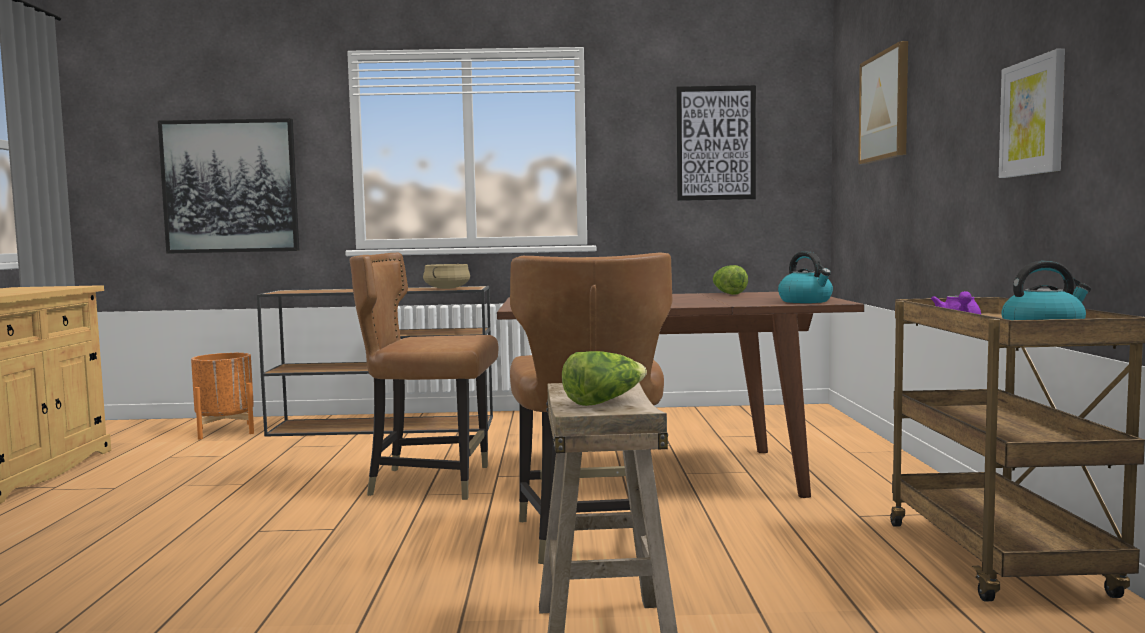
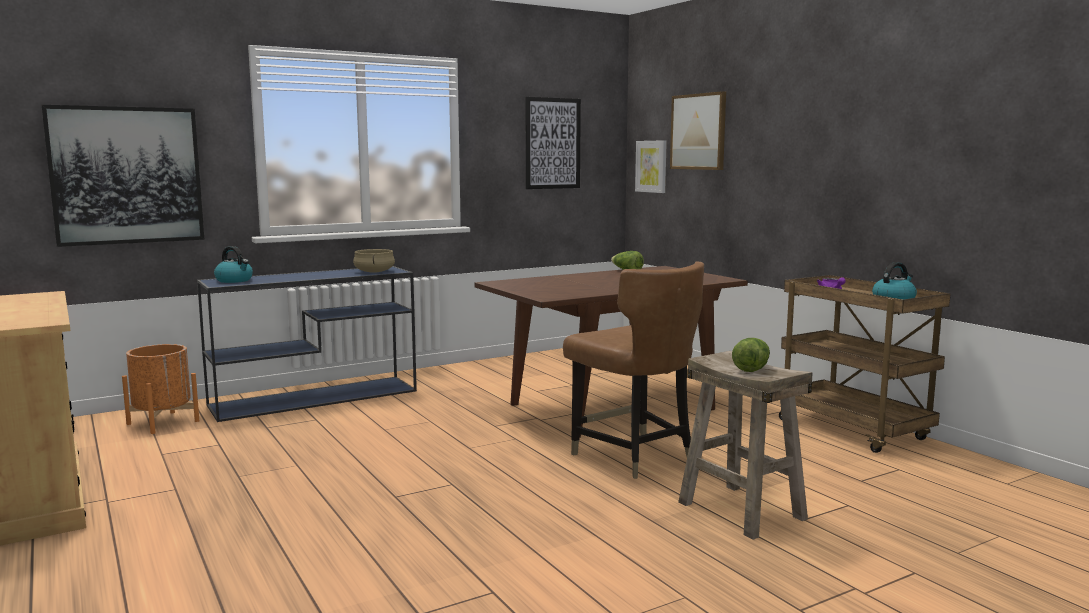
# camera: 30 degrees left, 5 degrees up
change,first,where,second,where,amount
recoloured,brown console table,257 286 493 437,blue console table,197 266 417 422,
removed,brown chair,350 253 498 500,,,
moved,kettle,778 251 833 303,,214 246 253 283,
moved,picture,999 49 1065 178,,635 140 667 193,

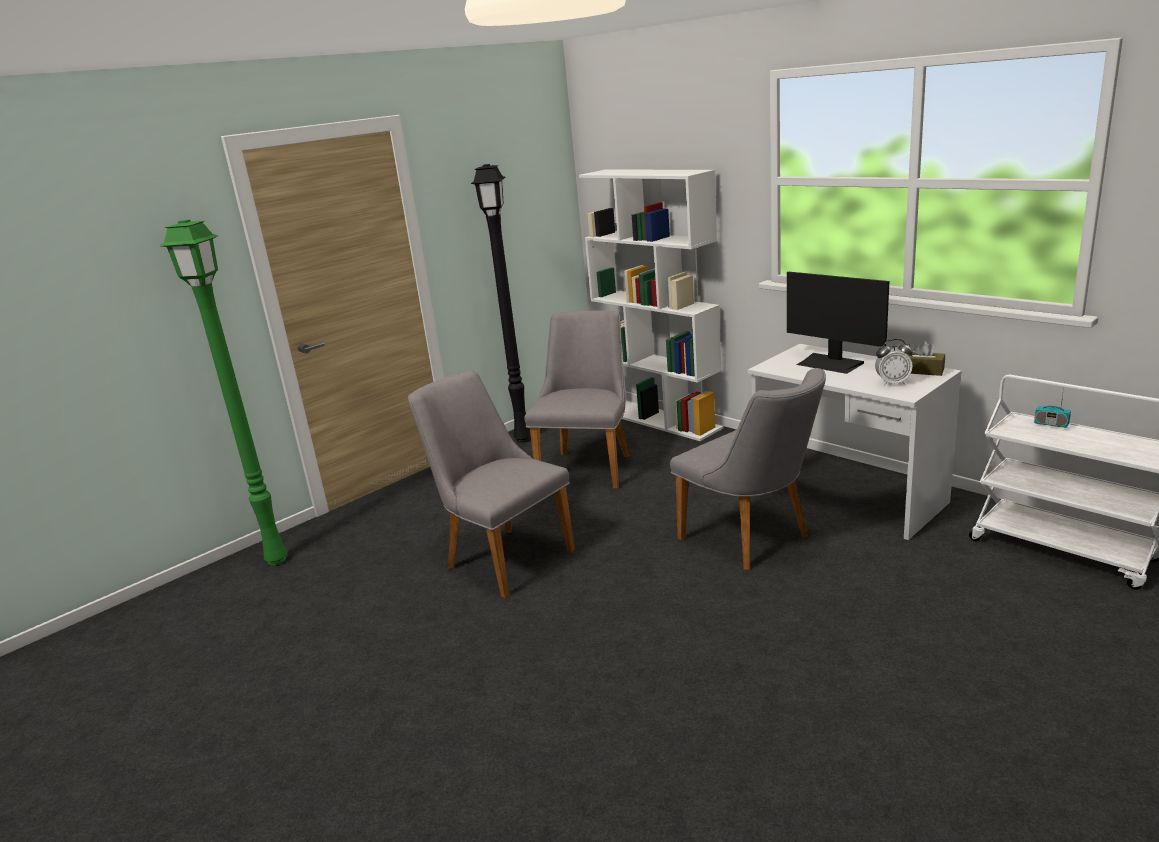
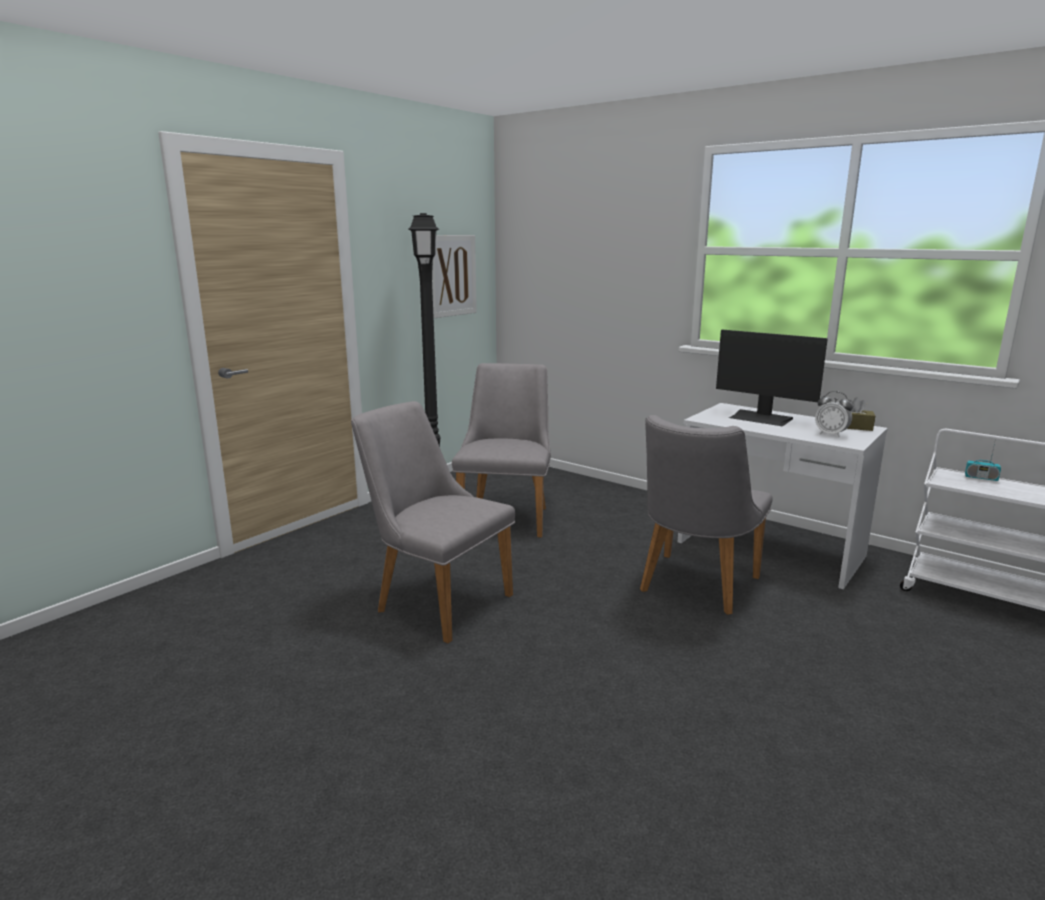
# camera: 10 degrees left, 5 degrees down
change,first,where,second,where,amount
removed,green floor lamp,160 220 288 565,,,
removed,white bookcase,579 169 723 441,,,
turned,grey chair,670 368 826 570,,640 415 773 615,75 degrees clockwise
turned,alarm clock,875 339 913 386,,815 391 853 437,45 degrees clockwise
added,,,picture,432 235 477 318,

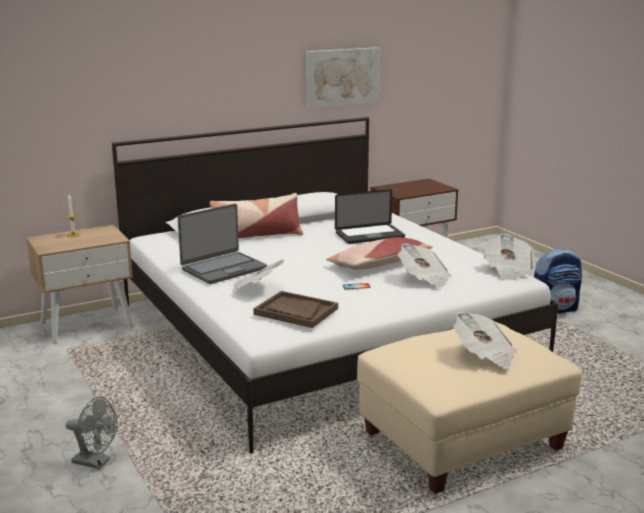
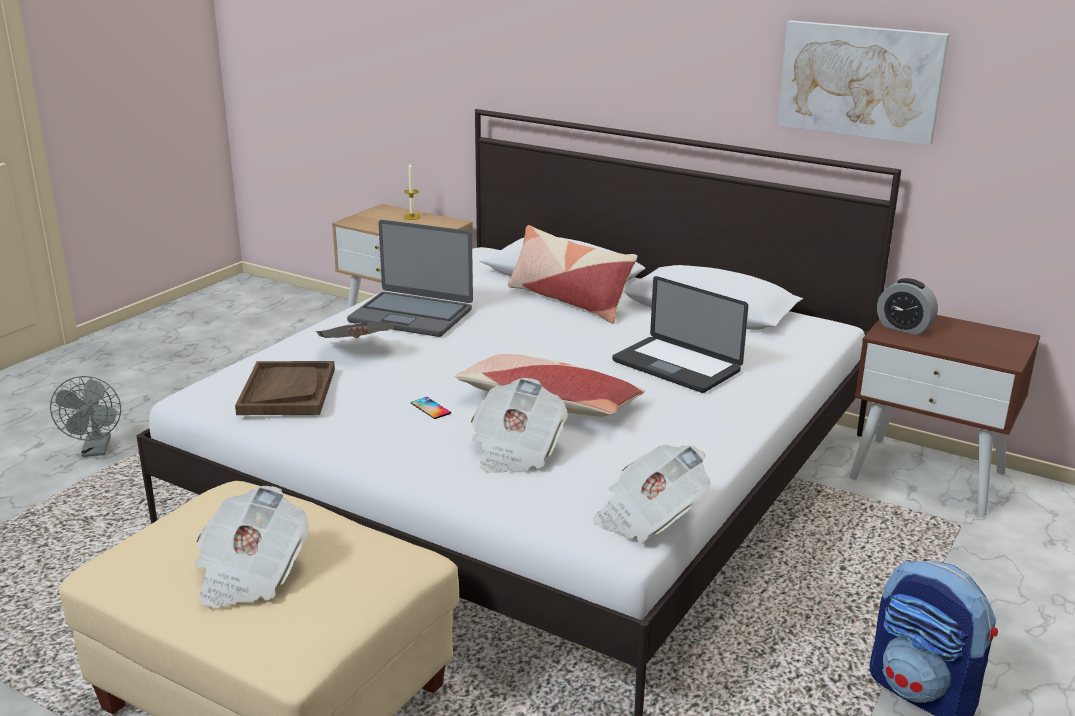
# camera: 60 degrees right, 5 degrees up
change,first,where,second,where,amount
added,,,alarm clock,877 278 938 335,

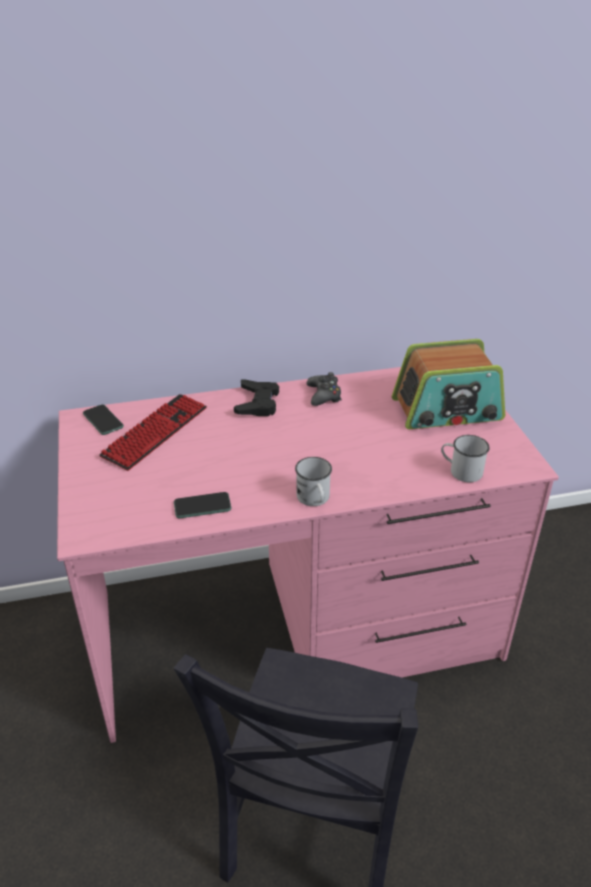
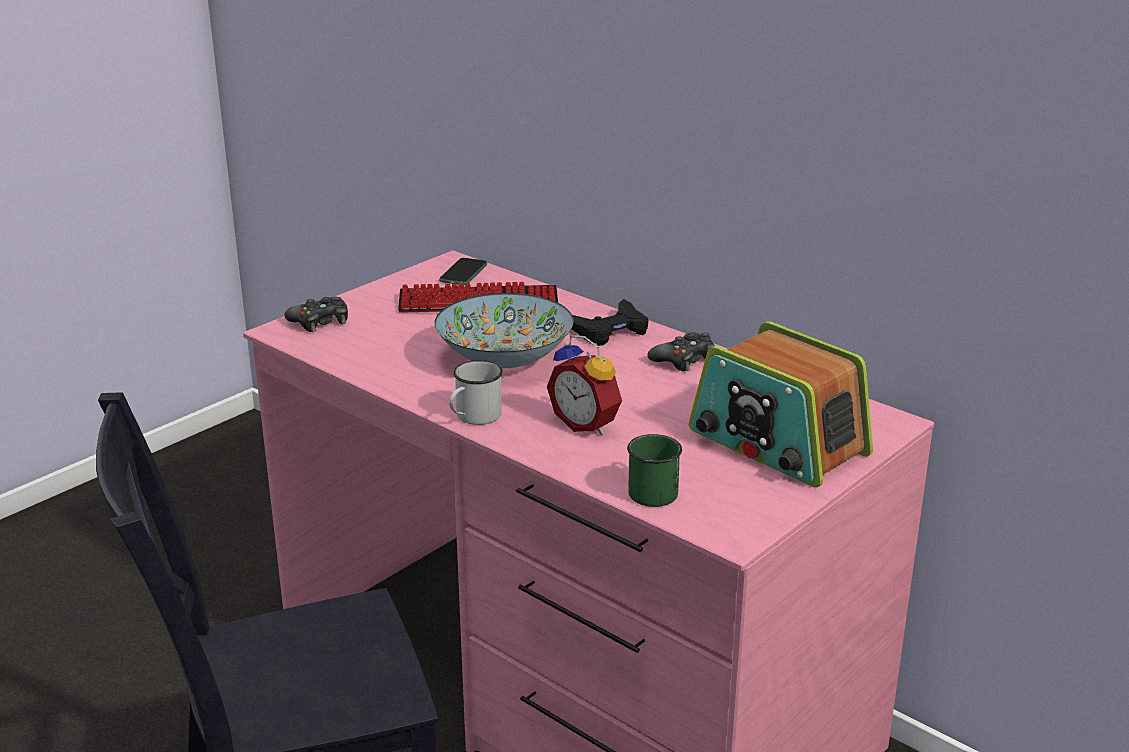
# camera: 55 degrees right, 10 degrees down
change,first,where,second,where,amount
removed,phone,174 492 231 518,,,
recoloured,white mug,441 435 490 482,green mug,627 434 682 507,
added,,,black game controller,284 297 348 332,
added,,,bowl,434 293 574 368,
added,,,alarm clock,547 335 622 435,

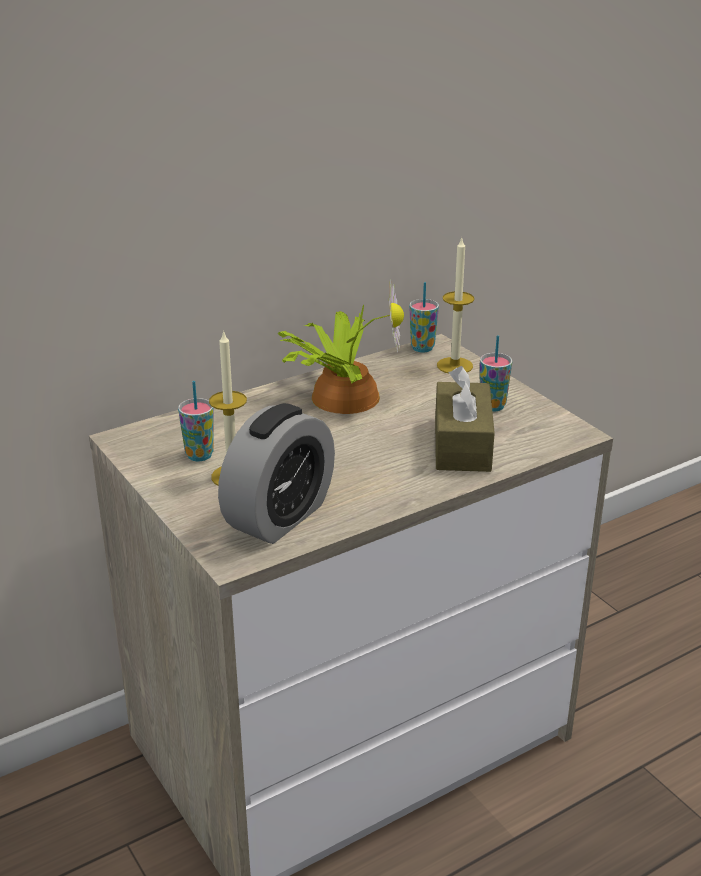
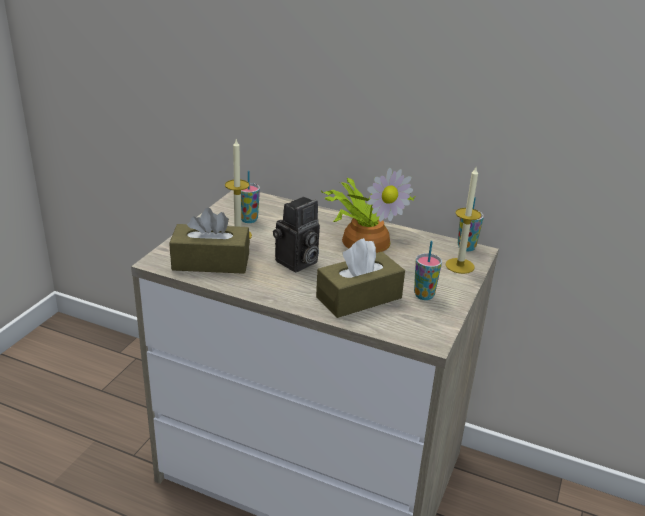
# camera: 55 degrees right, 0 degrees up
change,first,where,second,where,amount
replaced,alarm clock,218 403 335 544,brown tissue box,169 208 250 274,
added,,,photo camera,273 196 320 272,

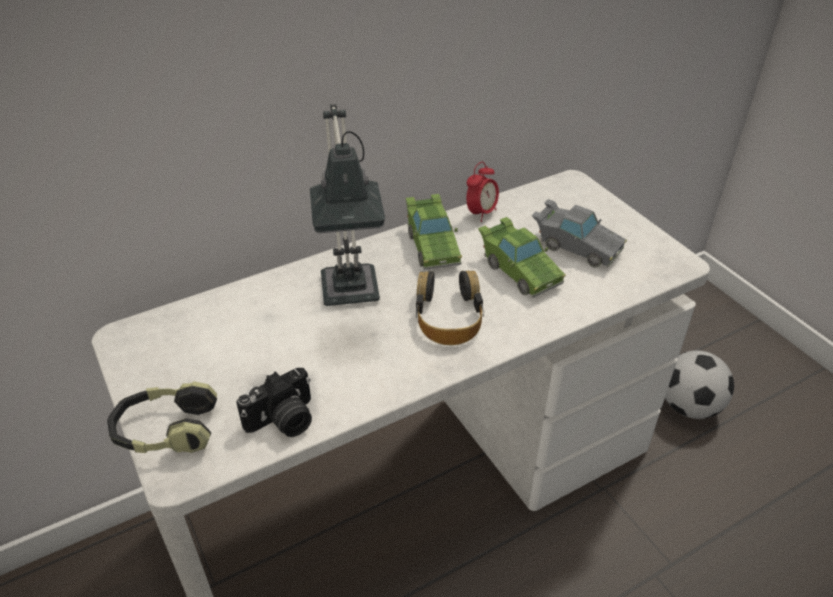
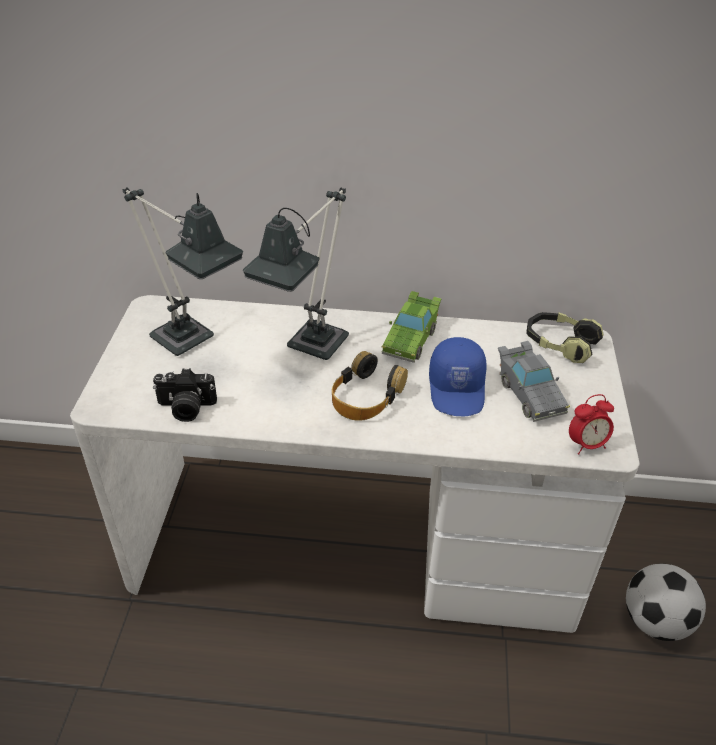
# camera: 35 degrees right, 0 degrees up
change,first,where,second,where,amount
moved,headphones,107 381 217 453,,526 312 604 363,
moved,alarm clock,466 162 499 222,,569 394 614 454,
replaced,green toy car,478 217 566 298,blue cap,429 337 487 416,
added,,,table lamp,122 187 243 356,

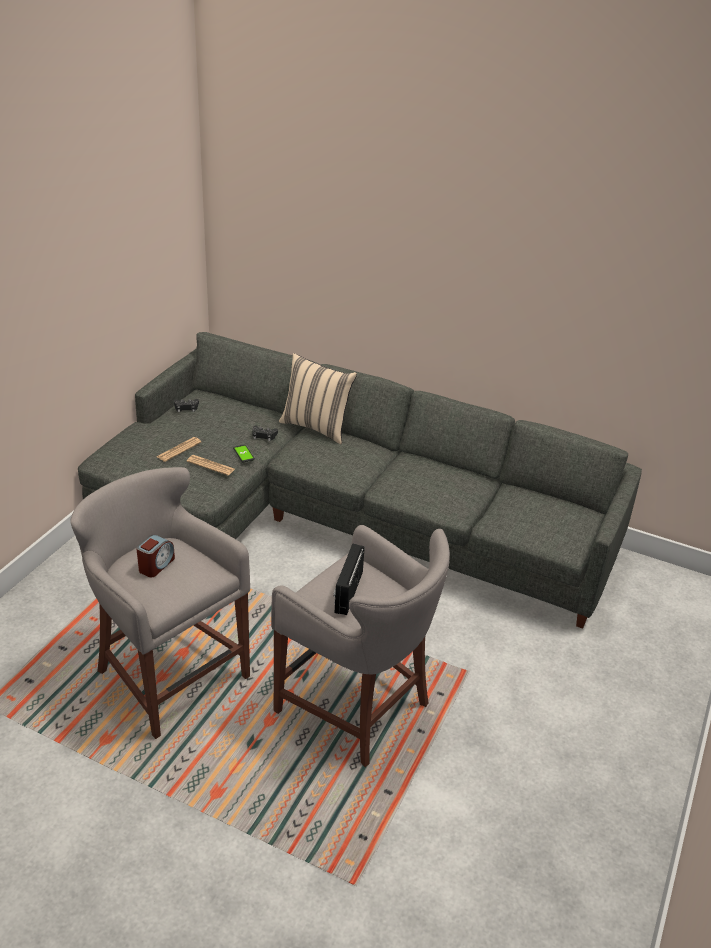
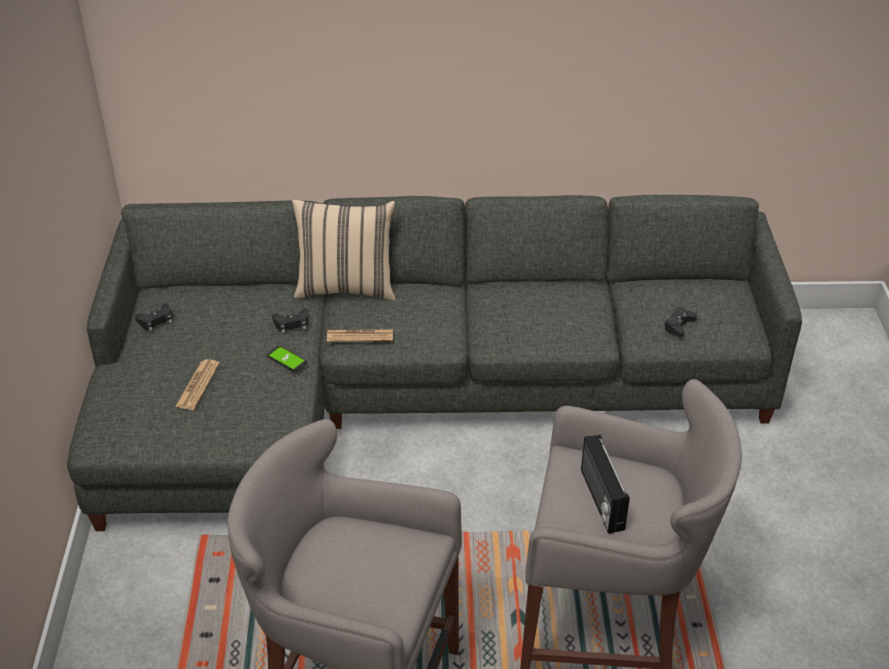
# camera: 25 degrees left, 5 degrees up
change,first,where,second,where,amount
removed,alarm clock,136 535 175 577,,,
moved,newspaper,187 455 235 476,,327 329 393 342,
added,,,black game controller,664 307 697 337,

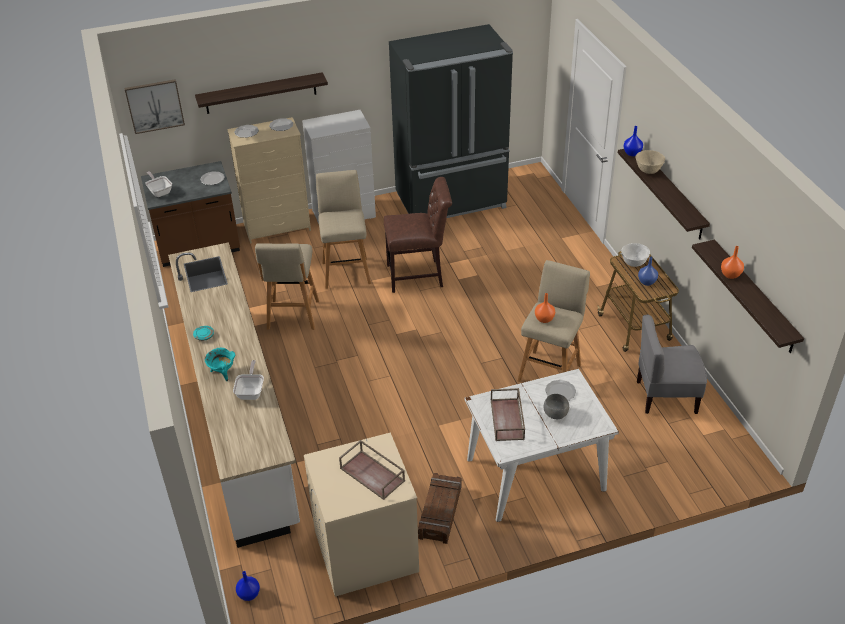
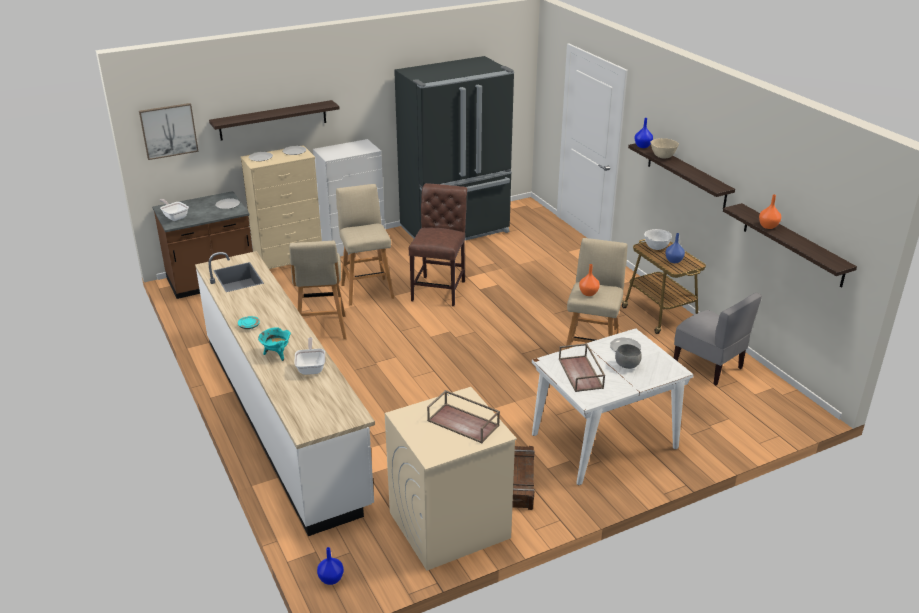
# camera: 10 degrees left, 10 degrees down
change,first,where,second,where,amount
turned,brown chair,384 177 452 293,,409 183 467 306,60 degrees counterclockwise
turned,grey chair,637 315 707 414,,674 293 762 385,120 degrees counterclockwise

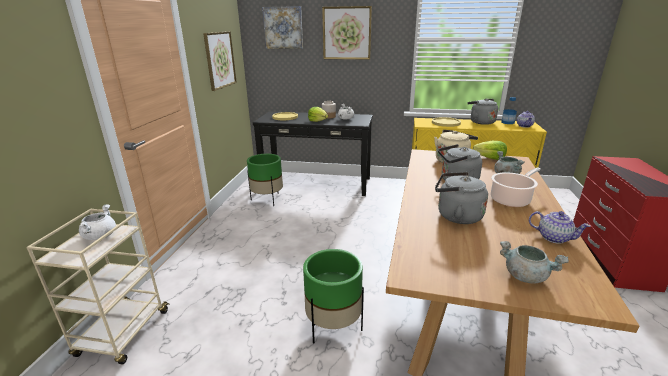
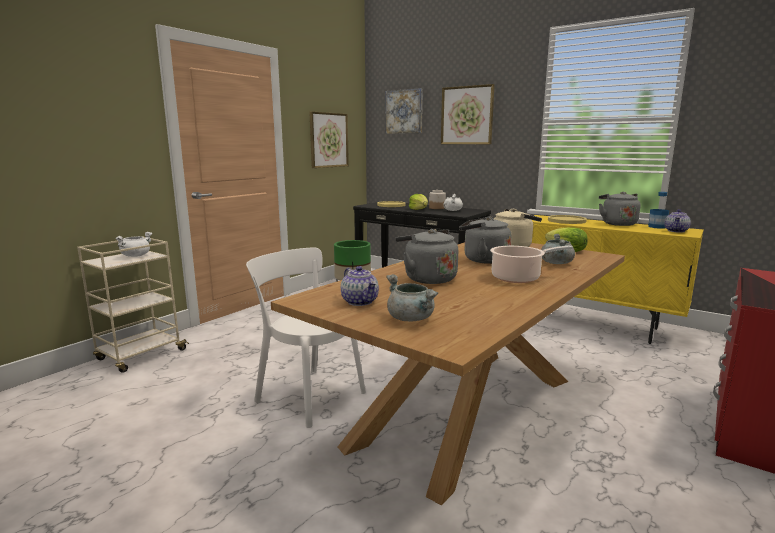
# camera: 25 degrees right, 10 degrees down
change,first,where,second,where,amount
replaced,green planter,303 249 364 344,white chair,246 247 366 428,
moved,teapot,529 211 590 244,,341 266 379 306,

